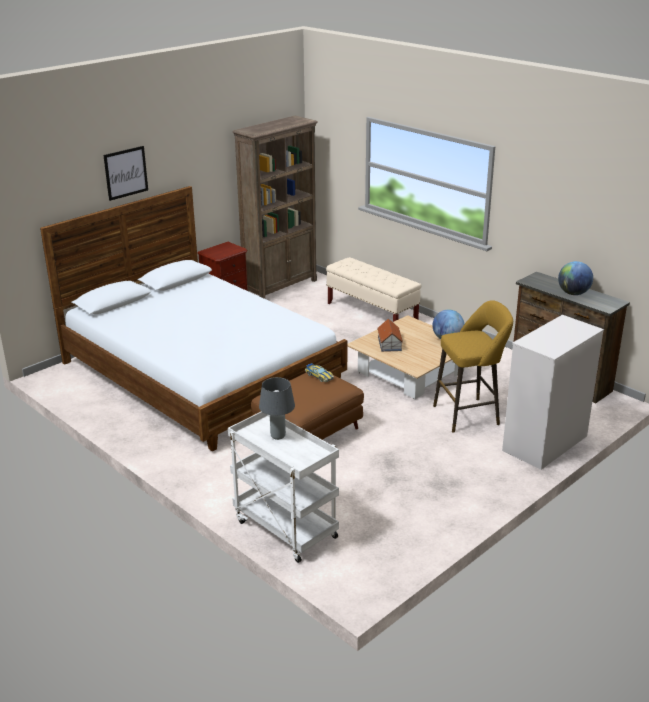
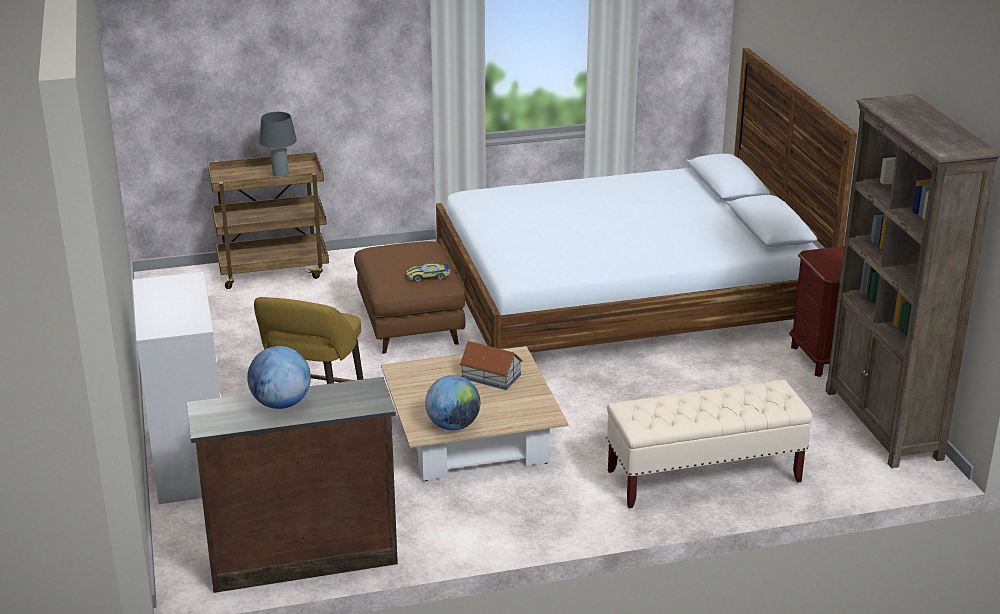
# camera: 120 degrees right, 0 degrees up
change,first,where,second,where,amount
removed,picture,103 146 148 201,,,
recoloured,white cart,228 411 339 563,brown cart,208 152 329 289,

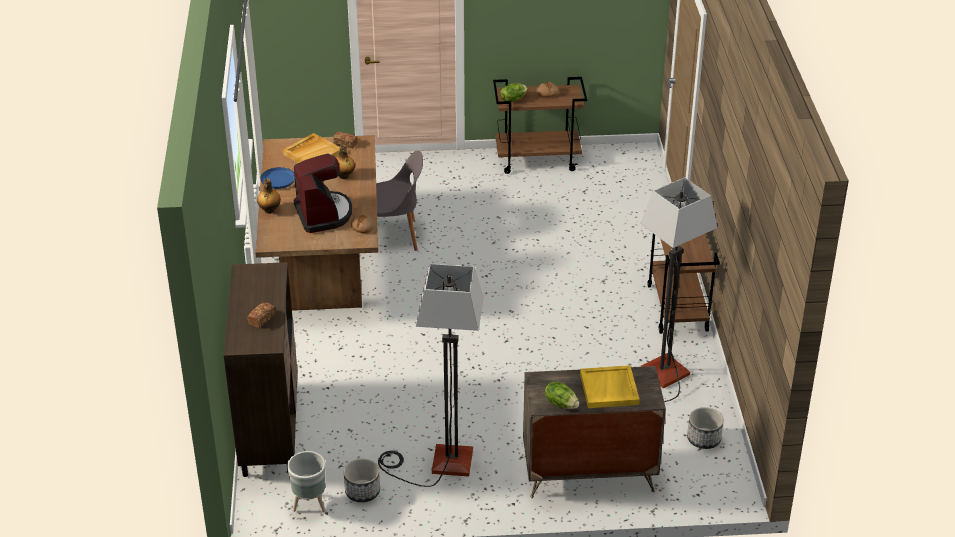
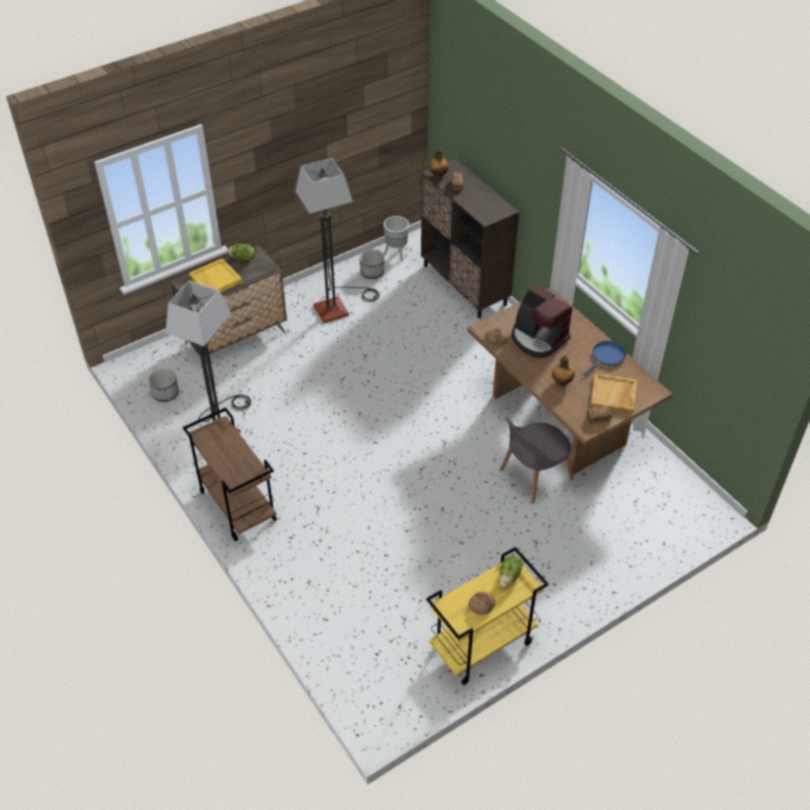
# camera: 150 degrees right, 10 degrees up
change,first,where,second,where,amount
moved,bottle,257 179 281 214,,429 148 449 179,
recoloured,brown cart,493 77 587 174,yellow cart,426 547 549 685,

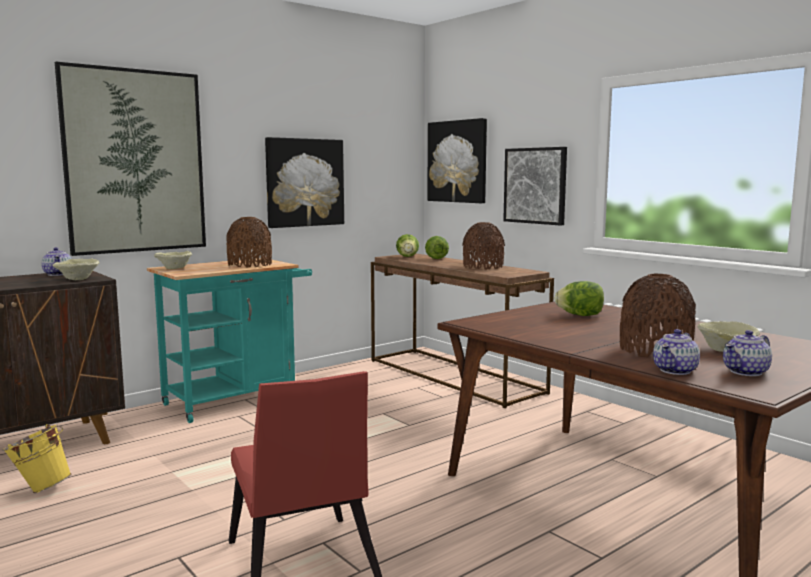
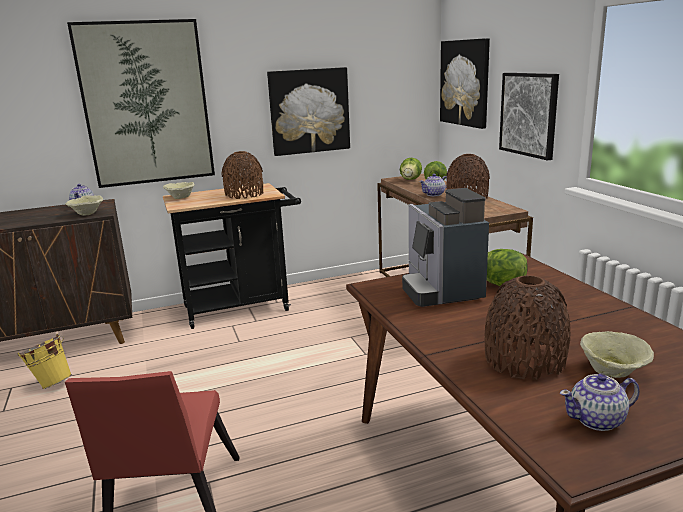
# camera: 20 degrees right, 10 degrees up
change,first,where,second,where,amount
recoloured,turquoise cart,147 258 312 423,black cart,163 183 301 329,
moved,teapot,653 329 700 375,,419 174 447 196,
added,,,coffee machine,402 188 489 307,

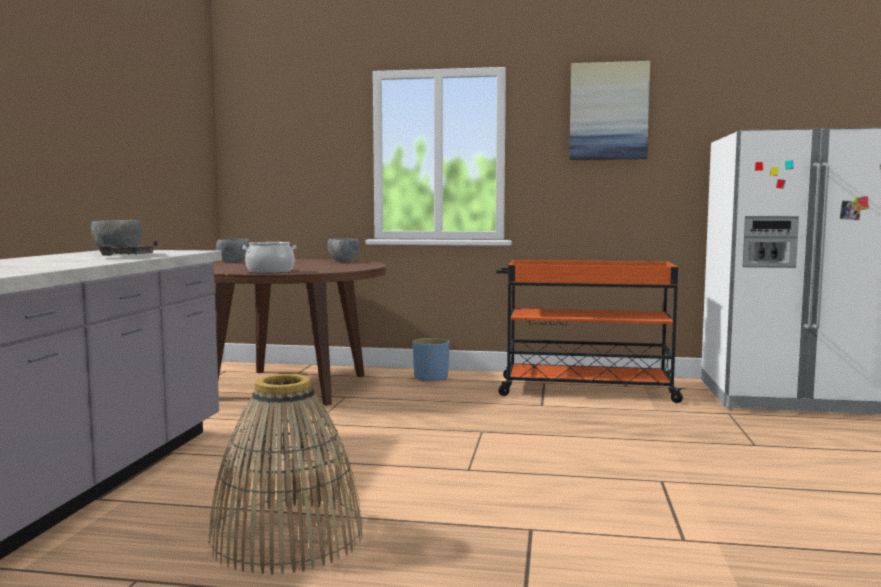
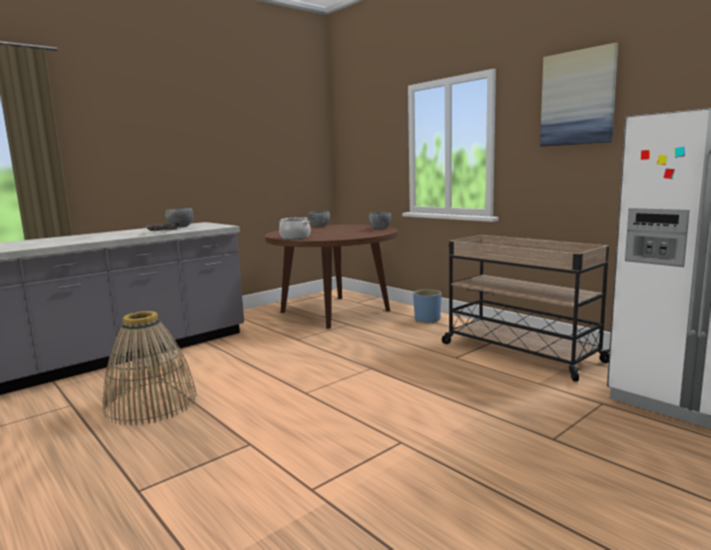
# camera: 40 degrees right, 5 degrees up
change,first,where,second,where,amount
recoloured,orange cart,496 260 686 403,beige cart,442 235 609 382,

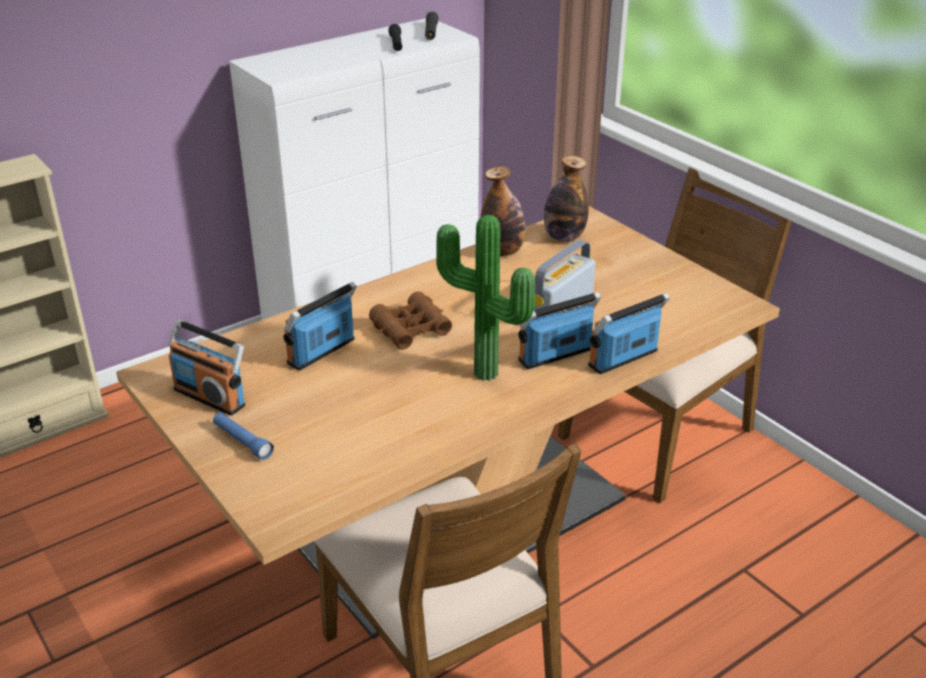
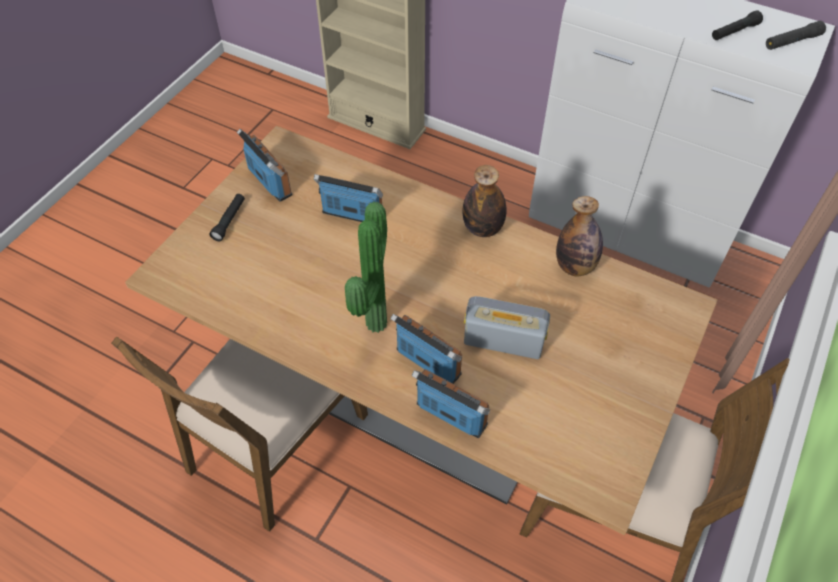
# camera: 65 degrees right, 20 degrees up
change,first,where,second,where,amount
turned,radio,169 320 245 415,,237 129 292 202,135 degrees clockwise
recoloured,blue flashlight,213 412 274 460,black flashlight,209 194 245 241,
removed,brown binoculars,369 291 452 350,,,
moved,bottle,544 156 589 242,,462 165 507 237,

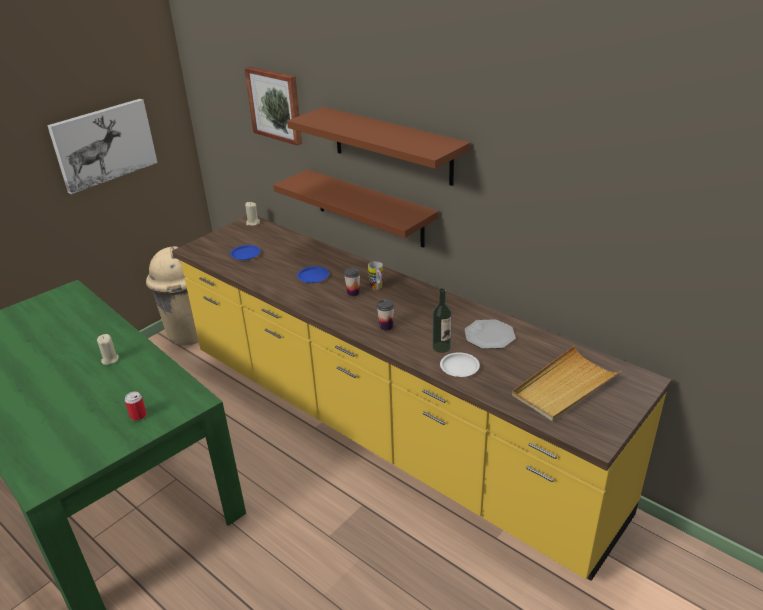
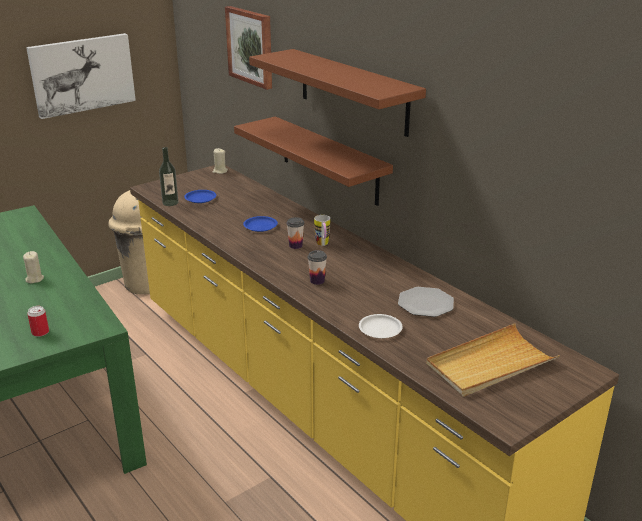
# camera: 10 degrees right, 5 degrees down
change,first,where,second,where,amount
moved,bottle,432 288 452 353,,159 147 179 206,

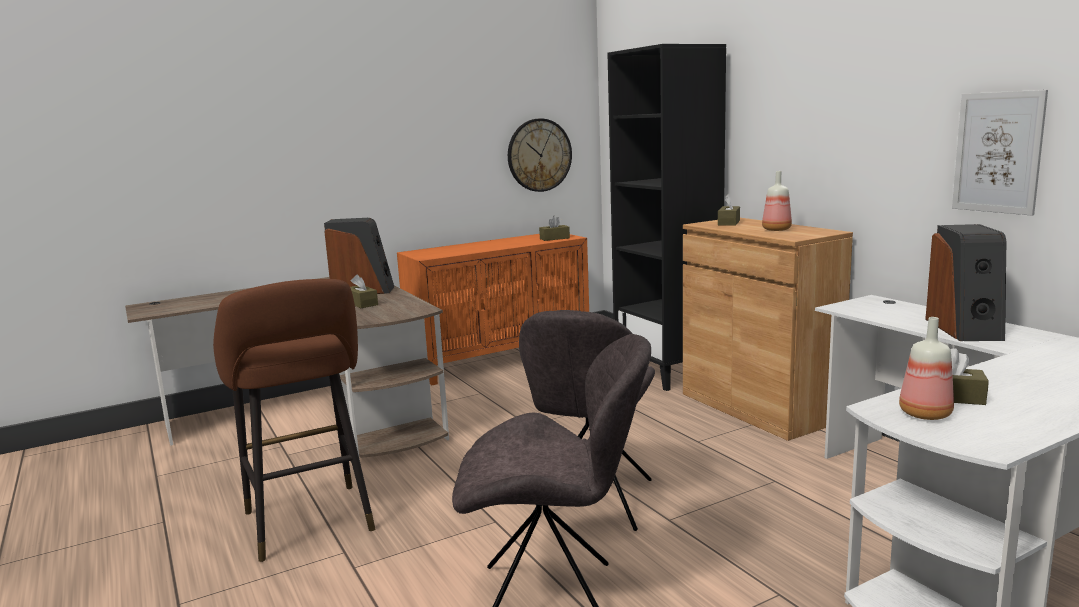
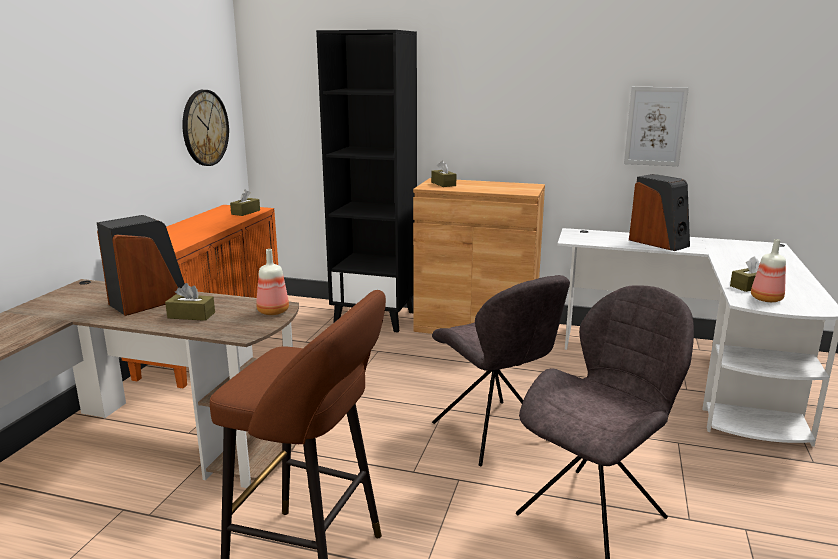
# camera: 45 degrees left, 5 degrees up
change,first,where,second,where,amount
moved,bottle,762 171 792 231,,256 249 289 315,

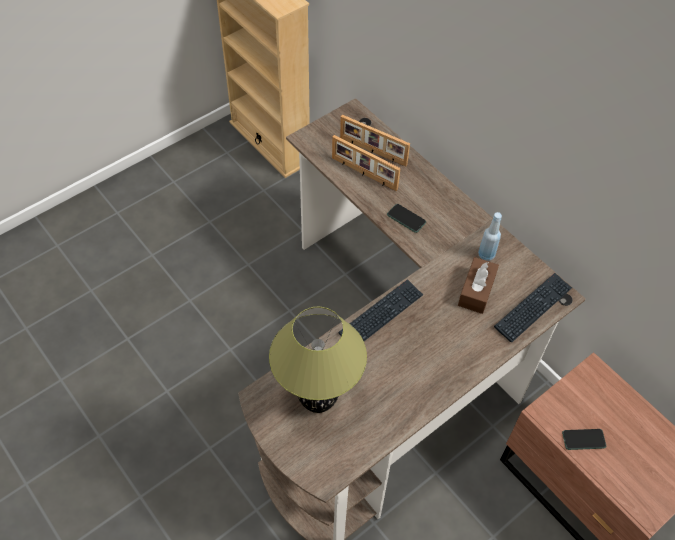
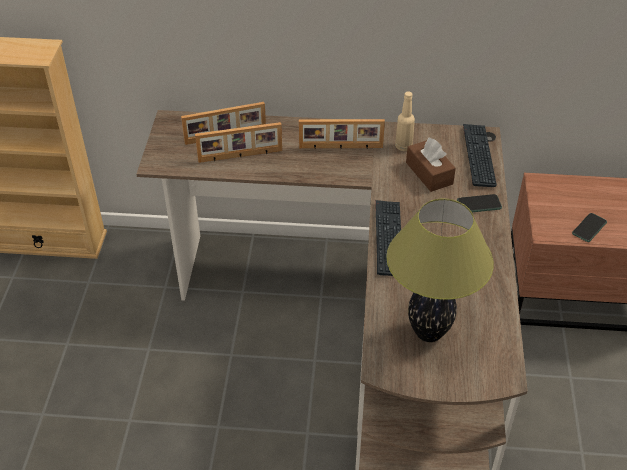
# camera: 45 degrees left, 10 degrees down
change,first,where,second,where,amount
moved,phone,387 204 426 233,,457 194 502 212,
recoloured,blue bottle,478 212 502 261,beige bottle,395 92 415 151,
added,,,picture frame,299 119 385 148,

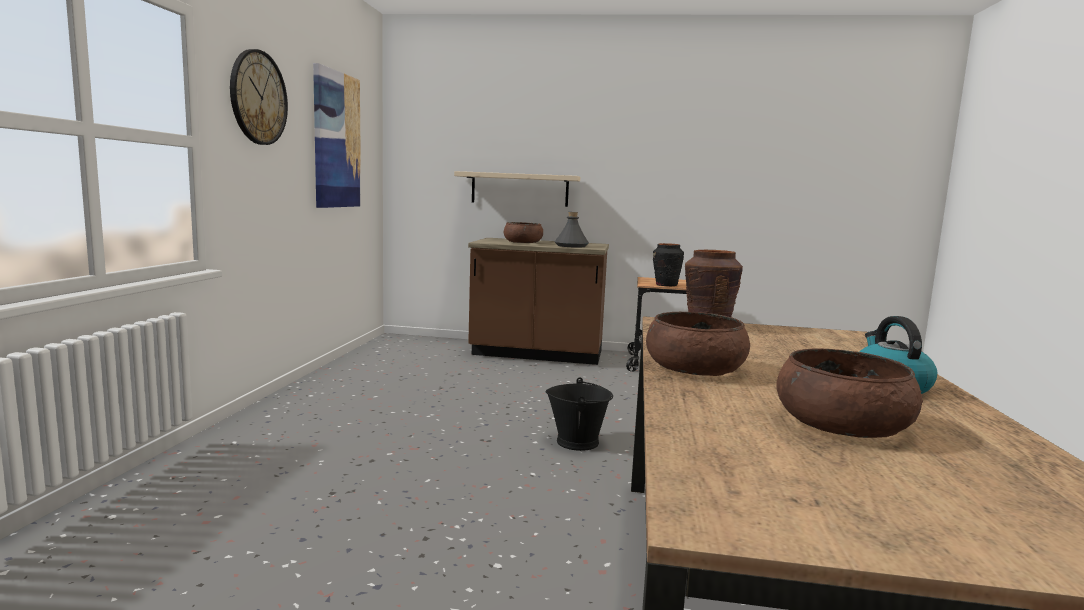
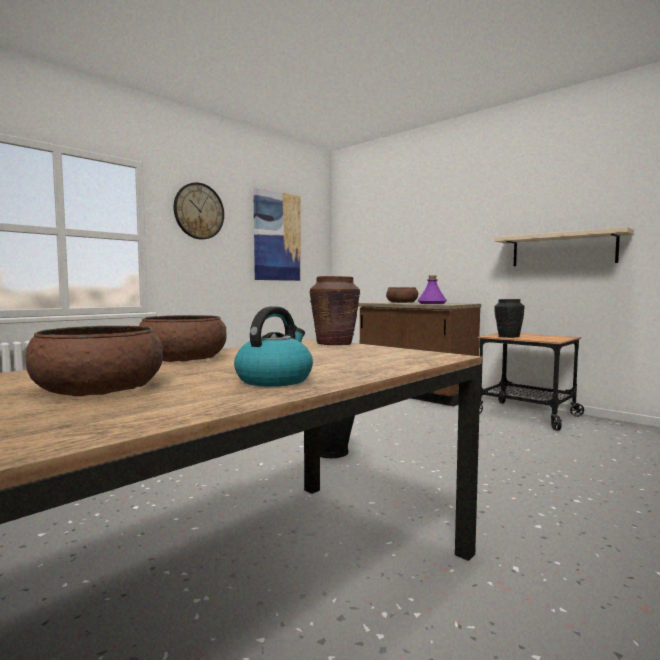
# camera: 35 degrees right, 5 degrees down
change,first,where,second,where,amount
moved,beige shelf,454 171 580 207,,494 227 634 266,
recoloured,grey bottle,554 212 589 248,purple bottle,417 275 447 304,

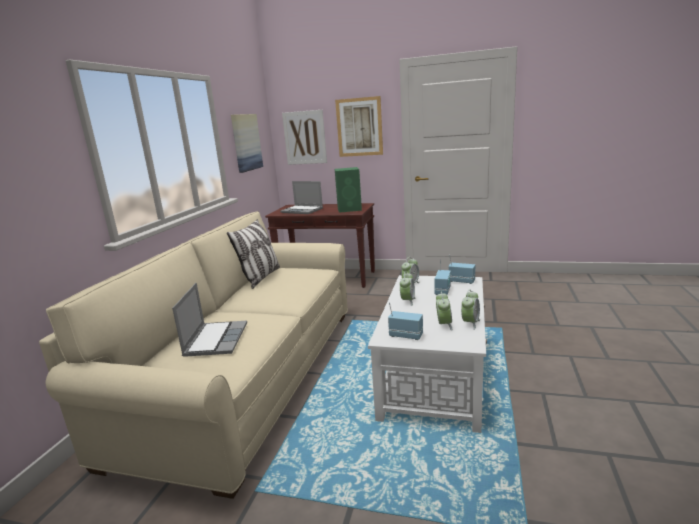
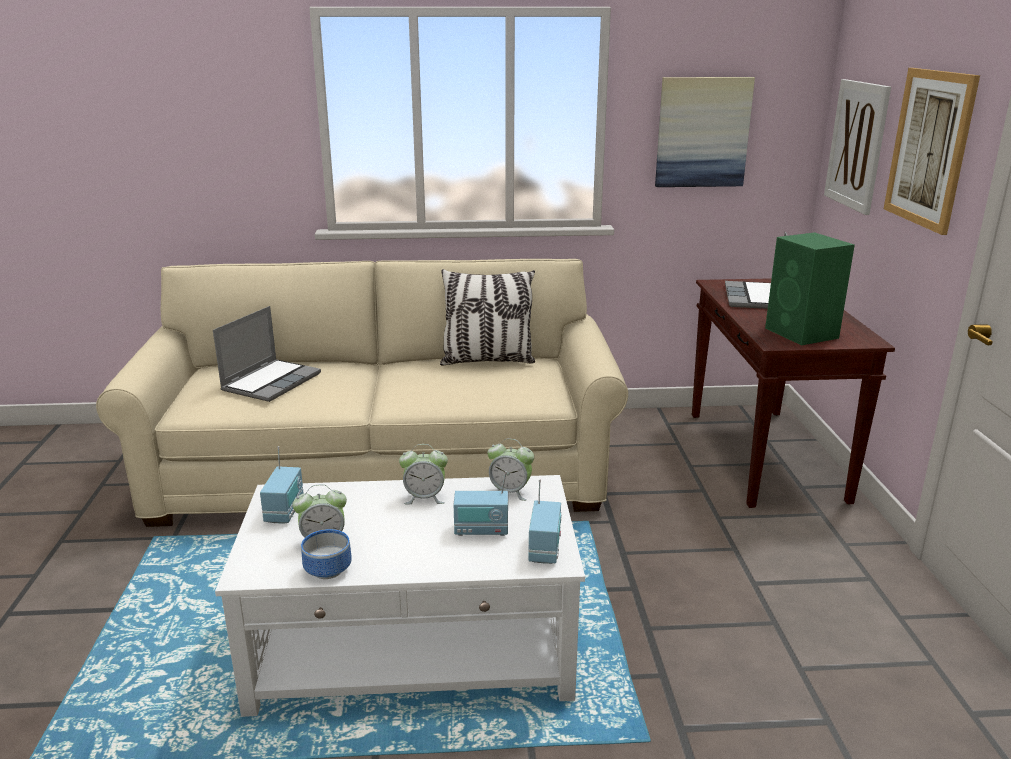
# camera: 70 degrees right, 5 degrees up
change,first,where,second,where,amount
turned,laptop,172 283 247 357,,213 306 321 402,45 degrees counterclockwise
replaced,alarm clock,461 289 480 330,bowl,301 529 352 579,

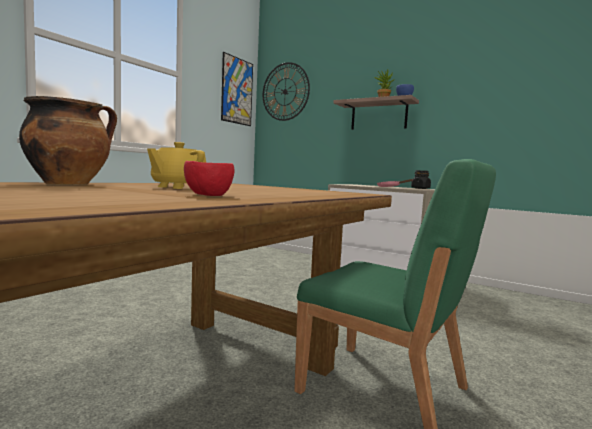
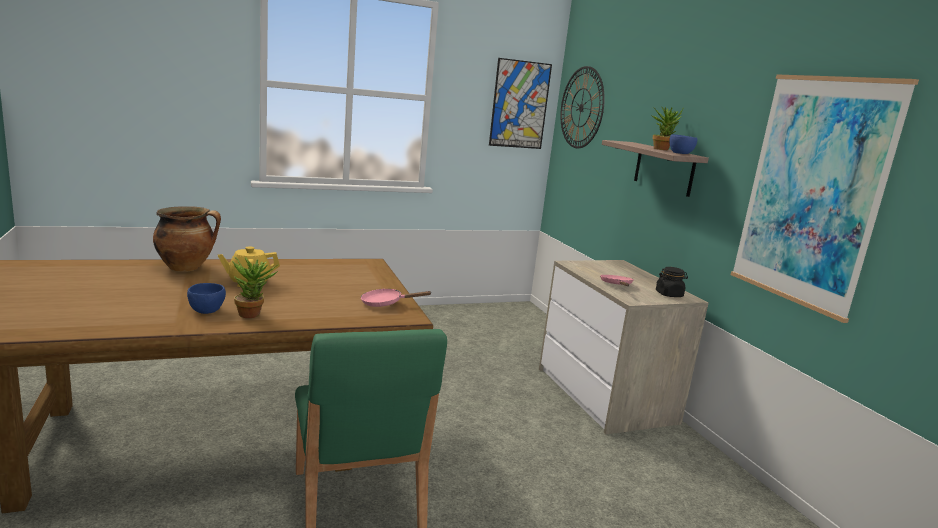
# camera: 35 degrees right, 10 degrees up
change,first,where,second,where,amount
recoloured,red bowl,184 161 235 196,blue bowl,187 283 226 314,
added,,,potted plant,232 257 278 318,
added,,,pink frying pan,361 289 431 307,
added,,,picture,731 74 919 323,

